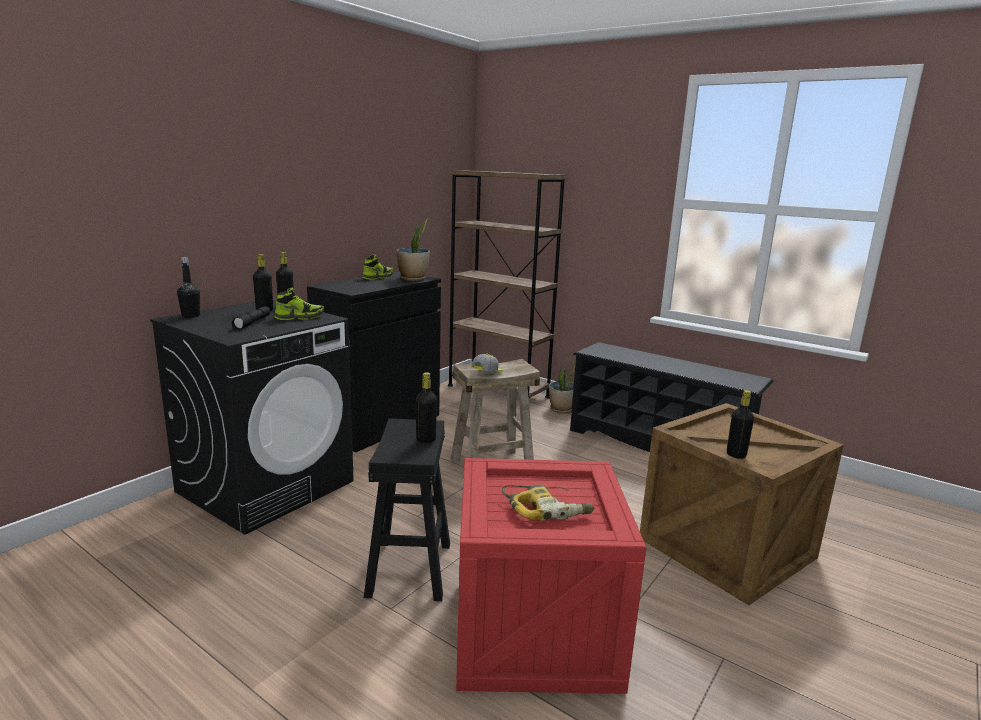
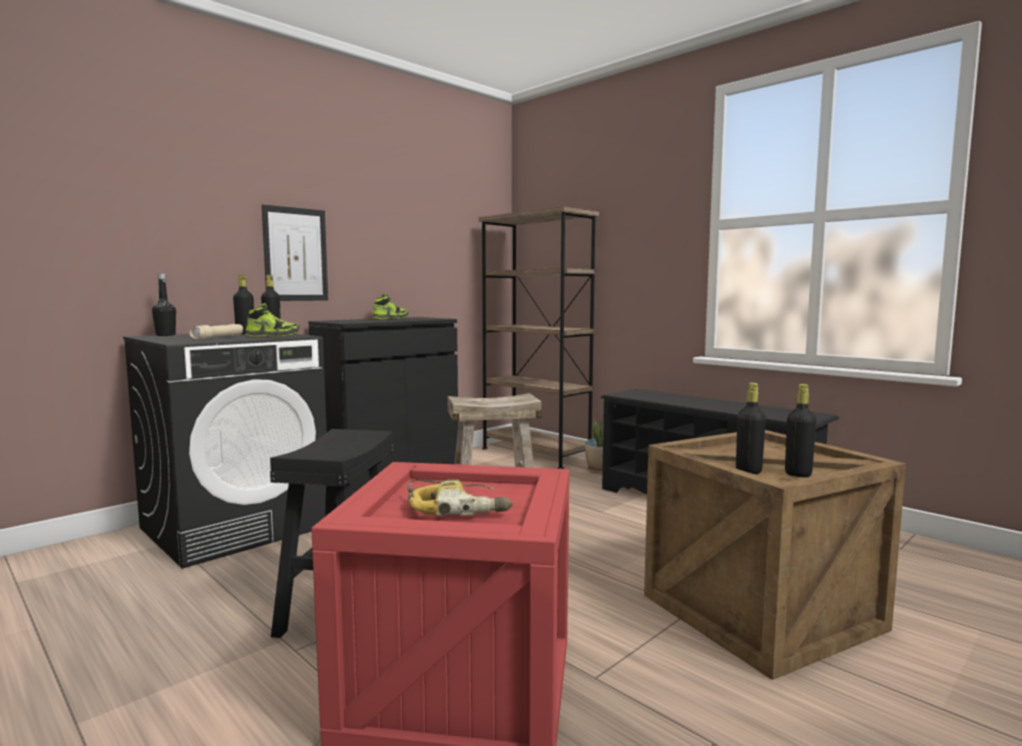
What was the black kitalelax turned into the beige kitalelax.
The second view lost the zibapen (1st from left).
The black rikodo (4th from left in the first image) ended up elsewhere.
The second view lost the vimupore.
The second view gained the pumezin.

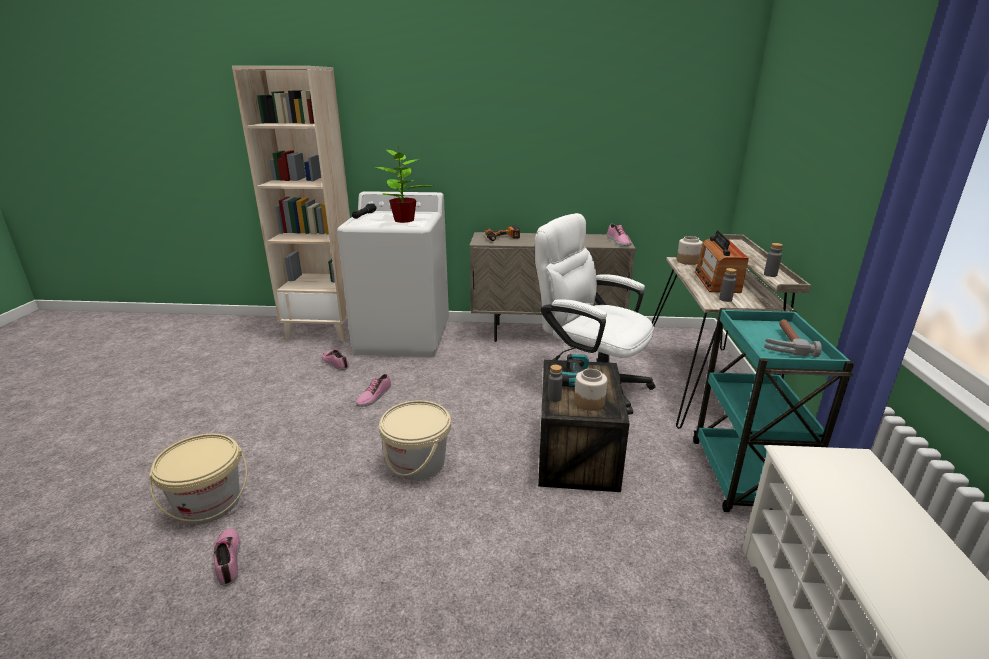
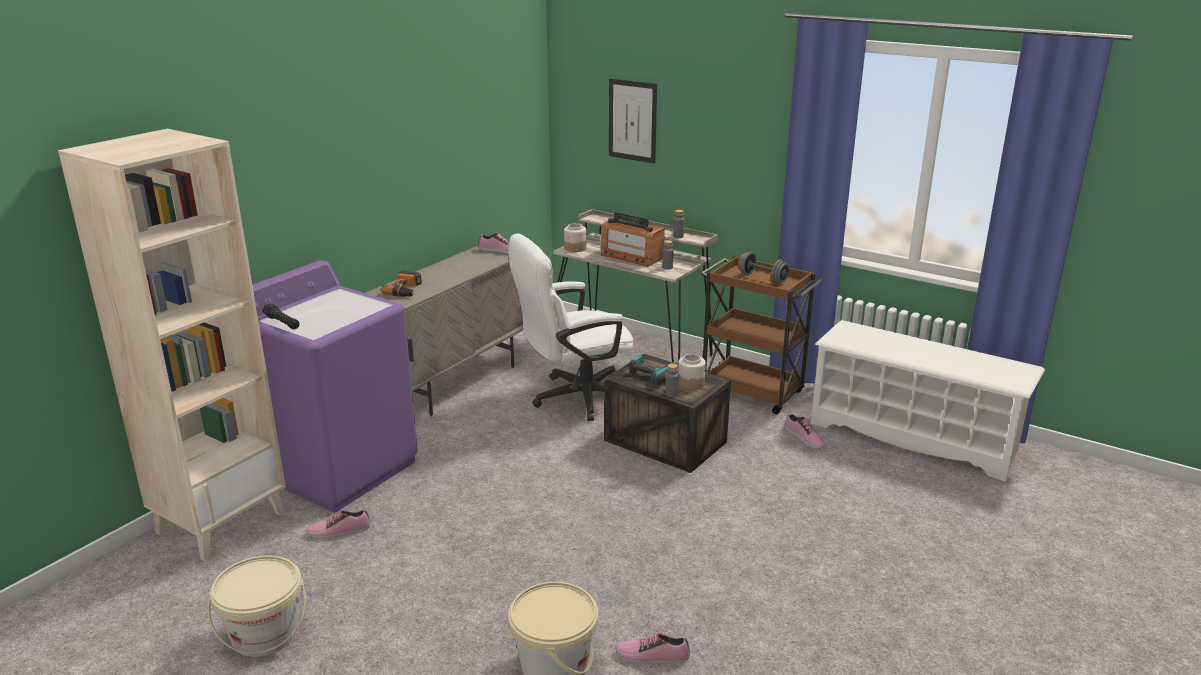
What was the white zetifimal turned into the purple zetifimal.
The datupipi (3rd from left in the first image) ended up elsewhere.
The second view lost the zibapen.
The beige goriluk (2nd from left in the first image) ended up elsewhere.
What was the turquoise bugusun turned into the brown bugusun.
Where the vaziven stood, the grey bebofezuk came to stand.
The second view gained the pumezin.

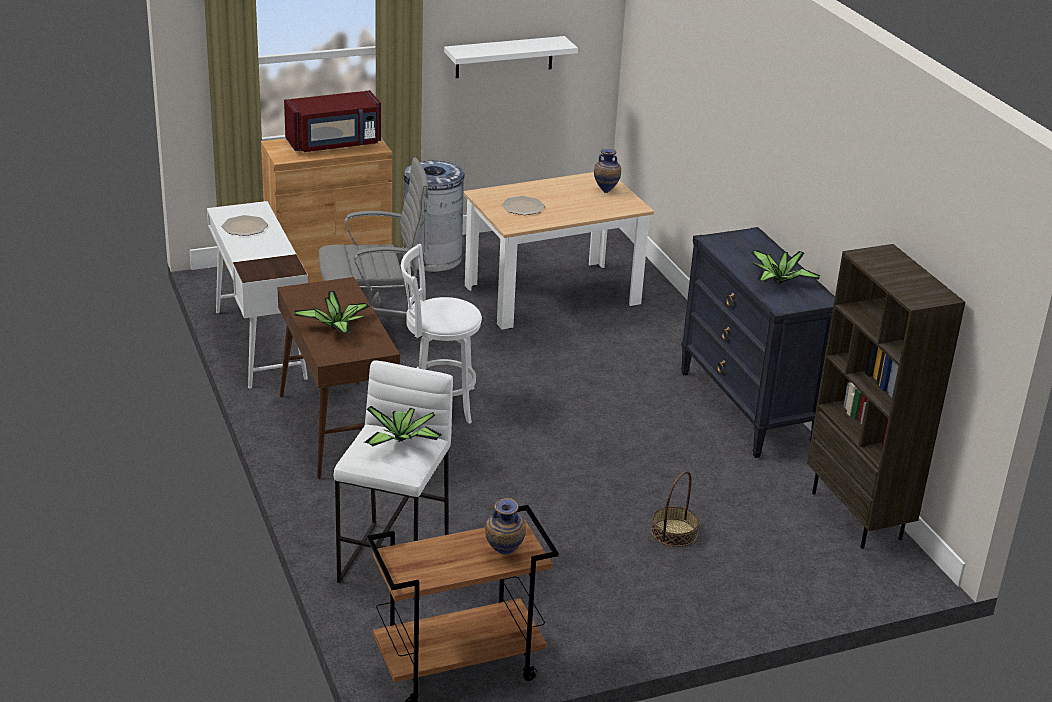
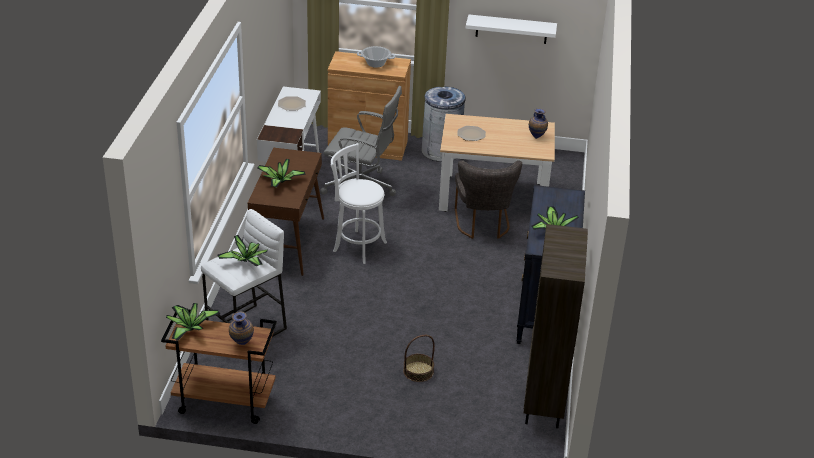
Where the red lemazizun stood, the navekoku came to stand.
The second view gained the zibapen (1st from left).
The second view gained the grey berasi.

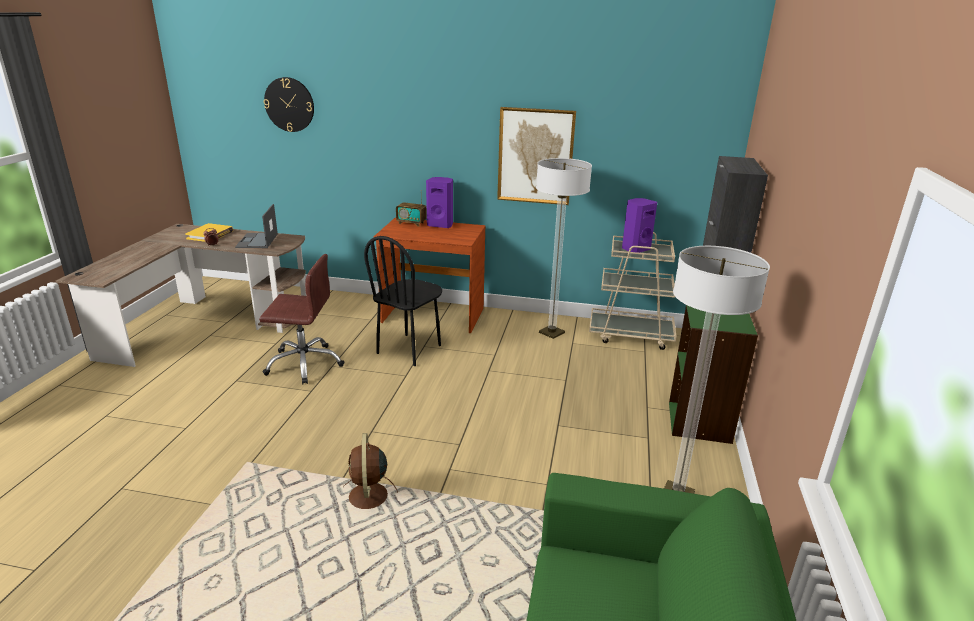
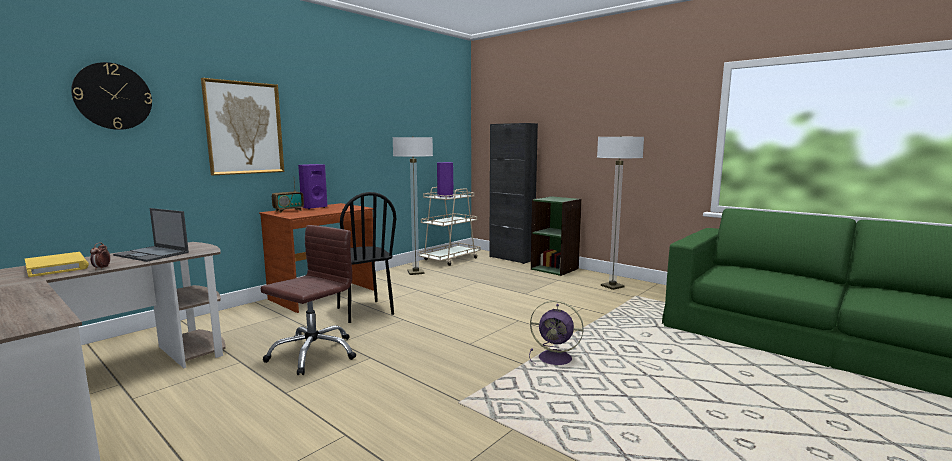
What was the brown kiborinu turned into the purple kiborinu.
The pumezin ended up elsewhere.

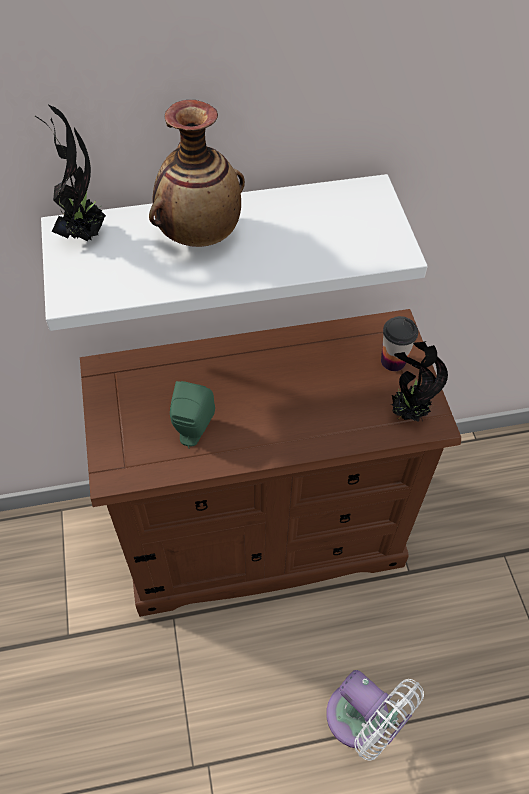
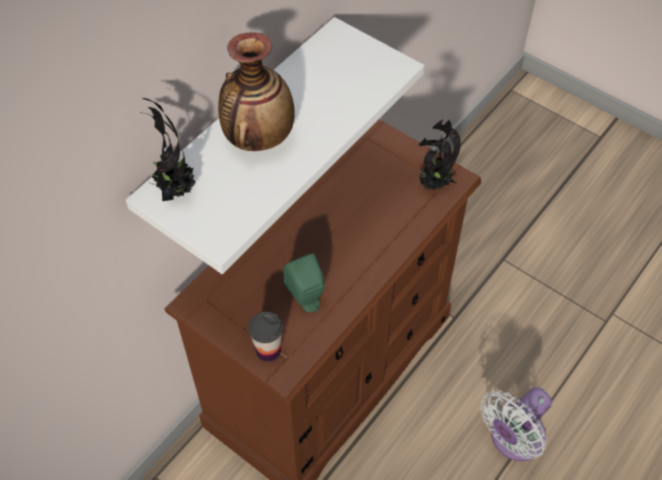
The white kiborinu ended up facing another way, 135 degrees clockwise from before.
The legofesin ended up elsewhere.

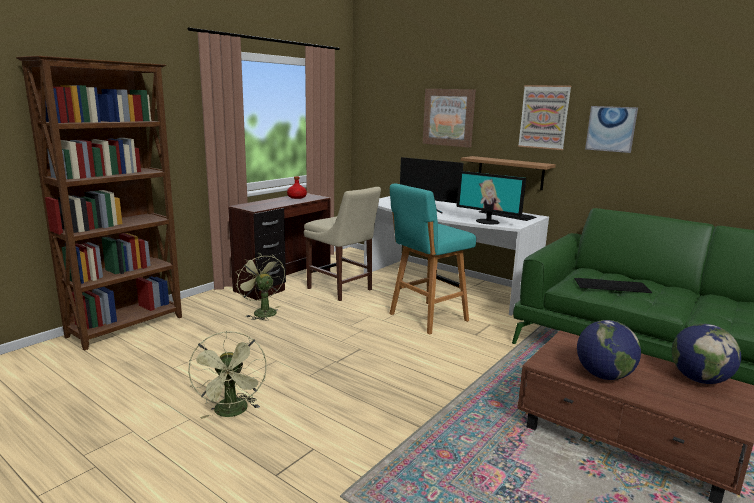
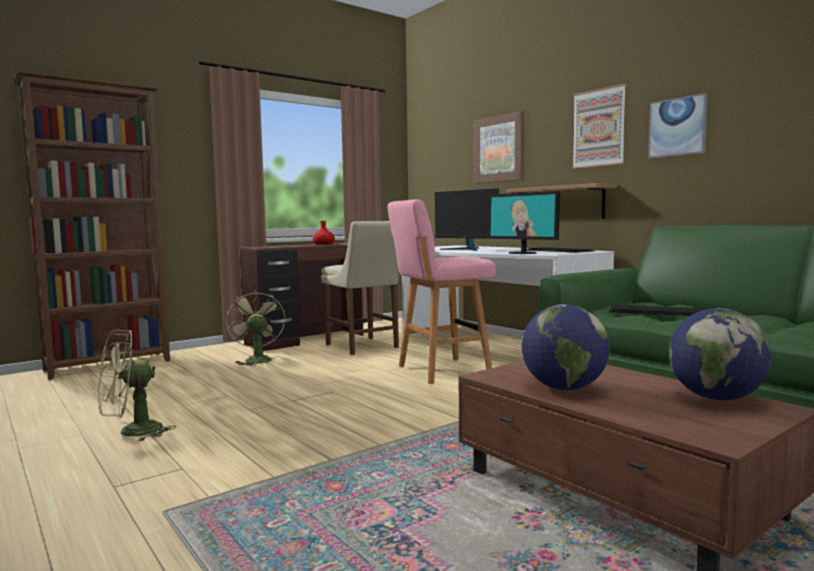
The green kiborinu (1st from left) ended up facing another way, 60 degrees clockwise from before.
What was the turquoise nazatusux turned into the pink nazatusux.

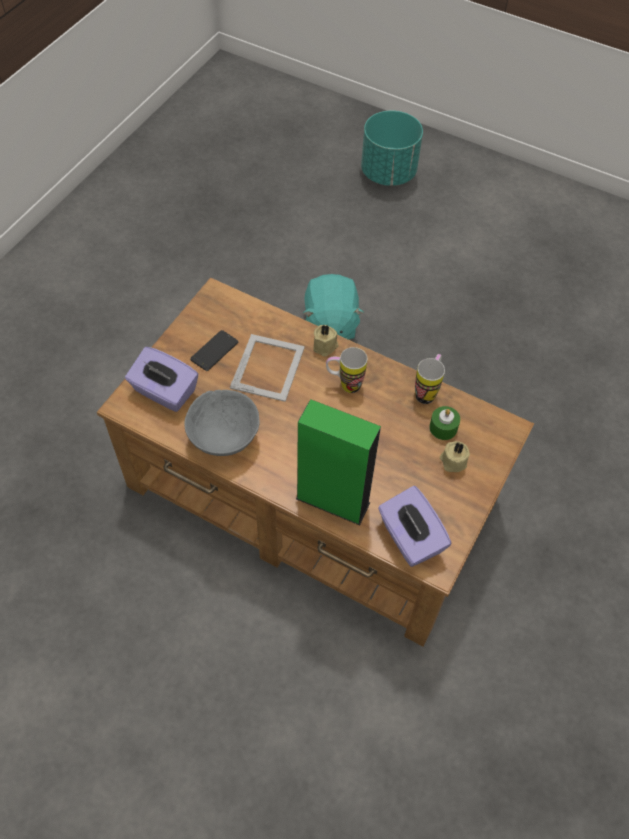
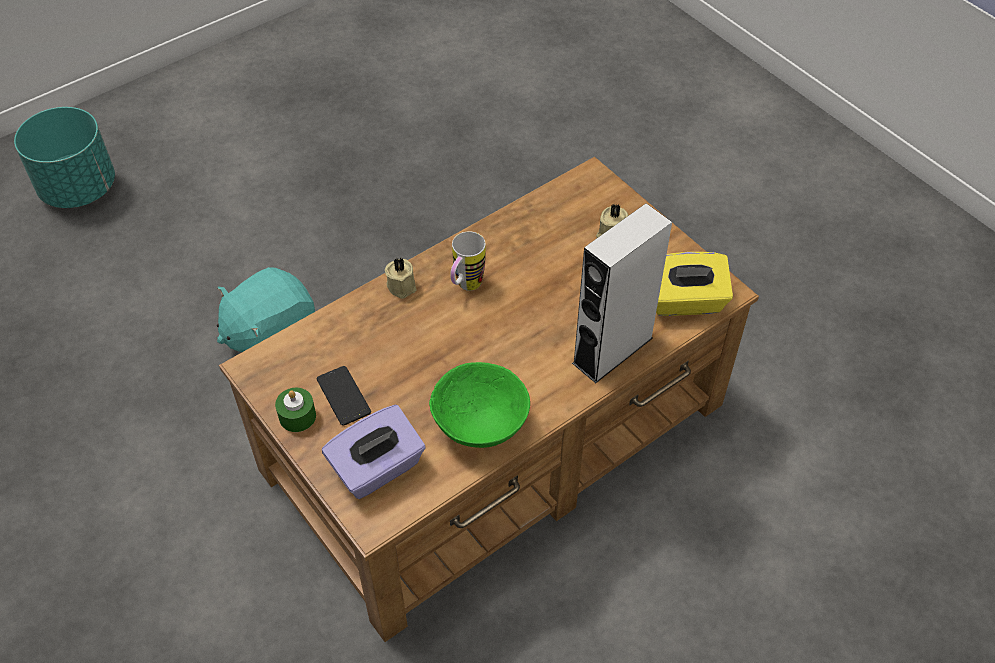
What was the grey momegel turned into the green momegel.
The second view lost the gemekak.
What was the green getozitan turned into the grey getozitan.
The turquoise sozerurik ended up facing another way, 120 degrees clockwise from before.
What was the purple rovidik (2nd from left) turned into the yellow rovidik.
The second view lost the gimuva (2nd from left).
The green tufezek ended up elsewhere.

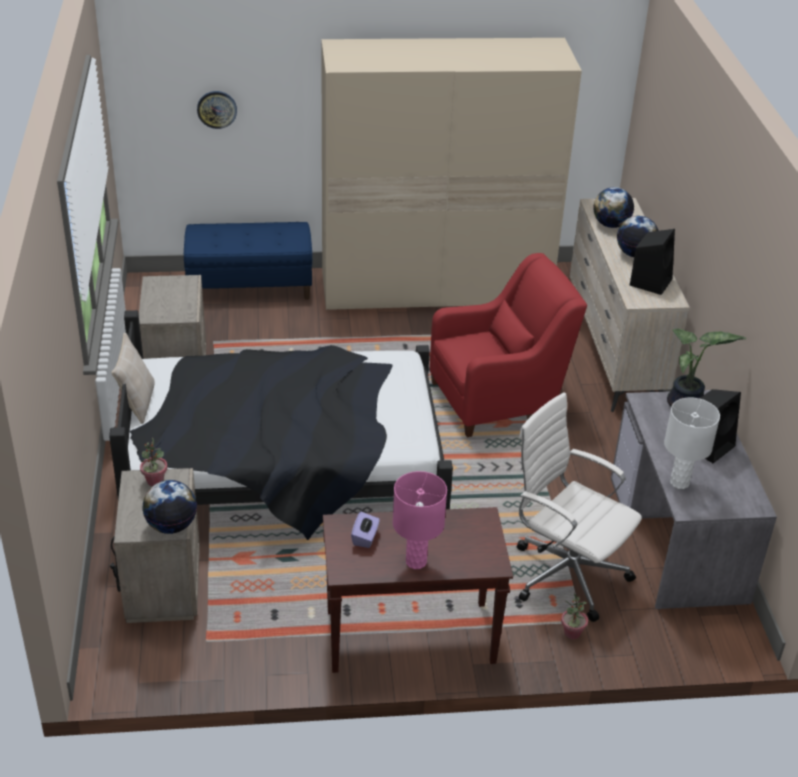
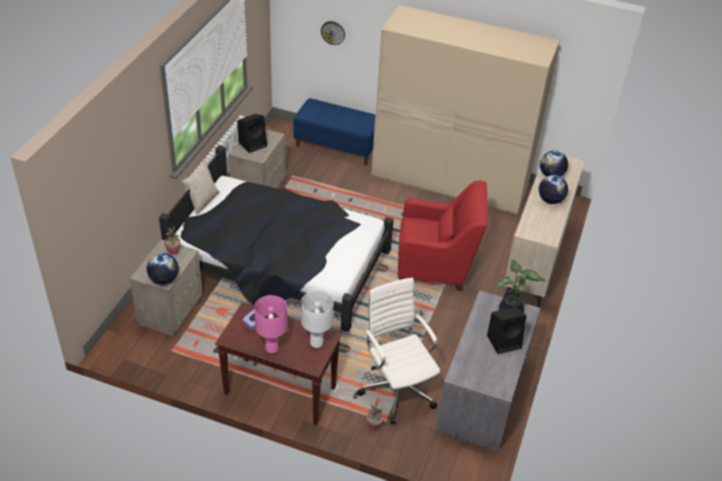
The black getozitan (1st from left) ended up elsewhere.
The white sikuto ended up elsewhere.

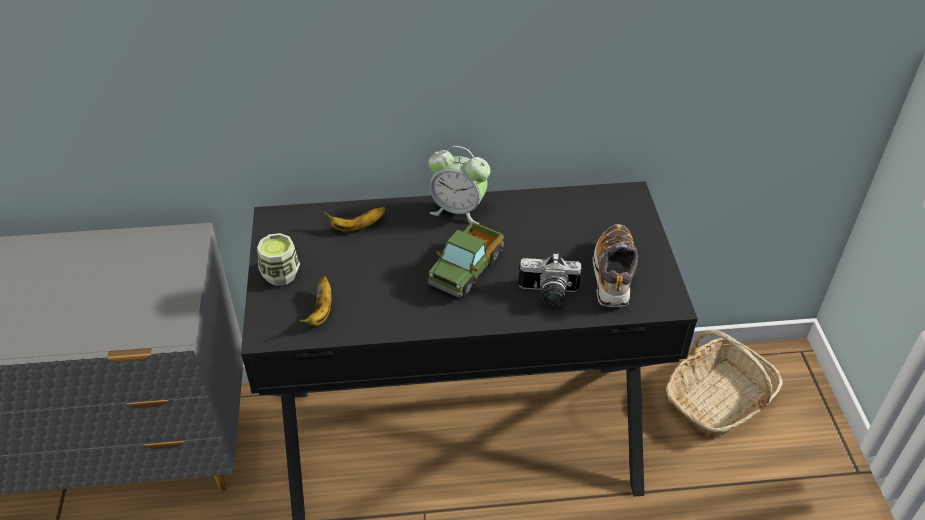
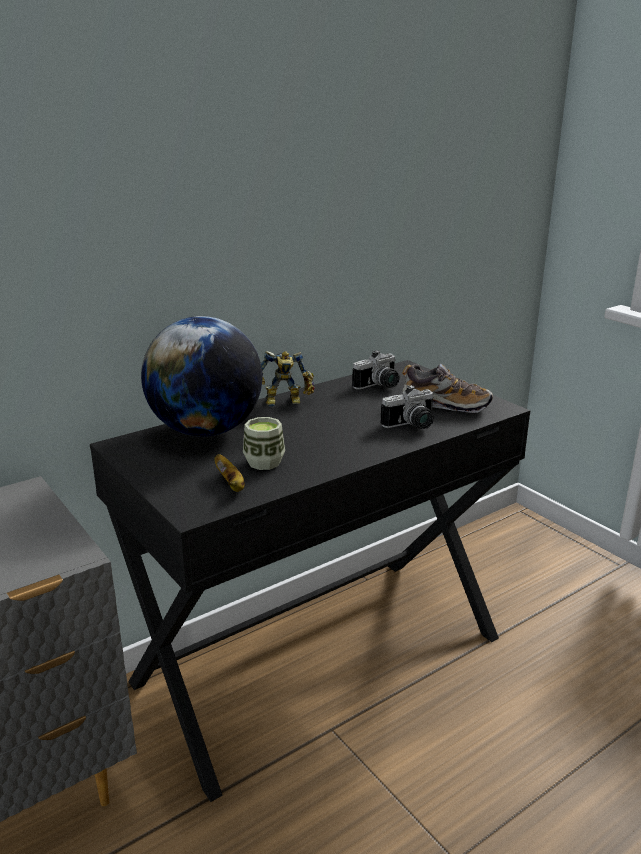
The legofesin ended up elsewhere.
Where the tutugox (2nd from left) stood, the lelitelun came to stand.
Where the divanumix stood, the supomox came to stand.
The second view lost the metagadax.
The datupipi ended up facing another way, 135 degrees clockwise from before.
The second view lost the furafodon.
The second view gained the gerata (1st from left).

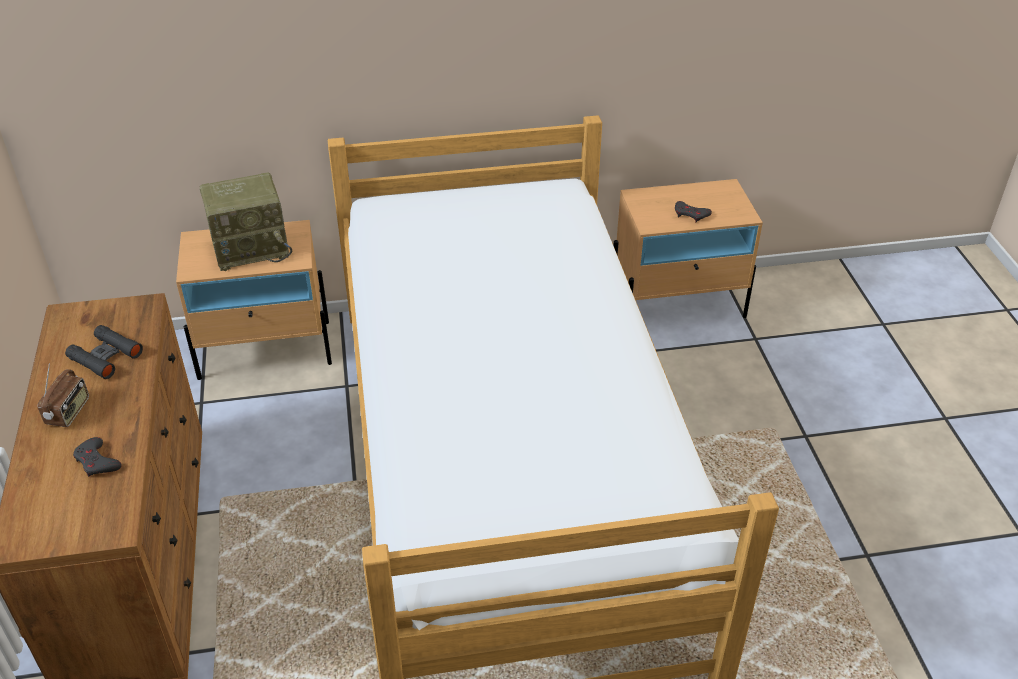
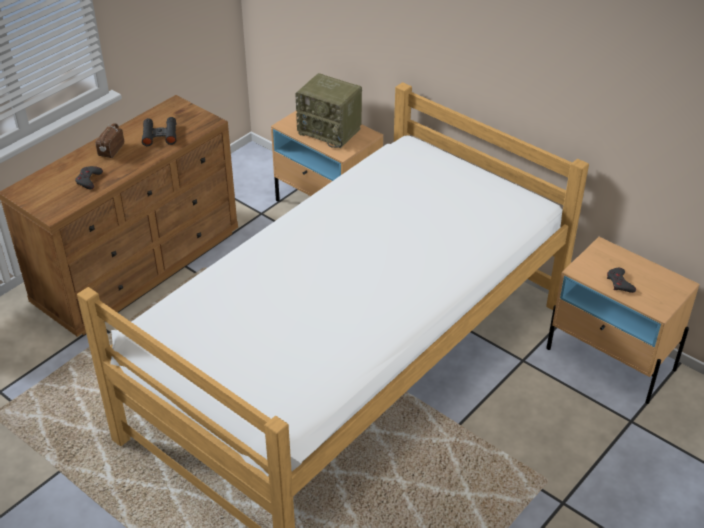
The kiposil (1st from left) ended up facing another way, 135 degrees clockwise from before.

